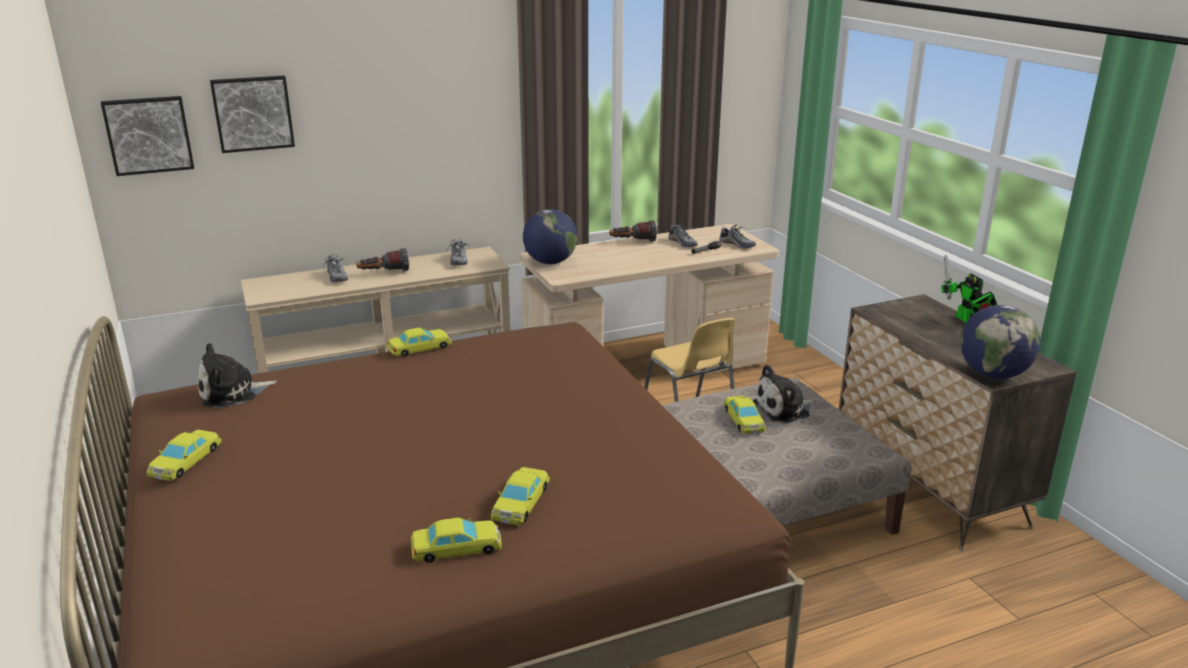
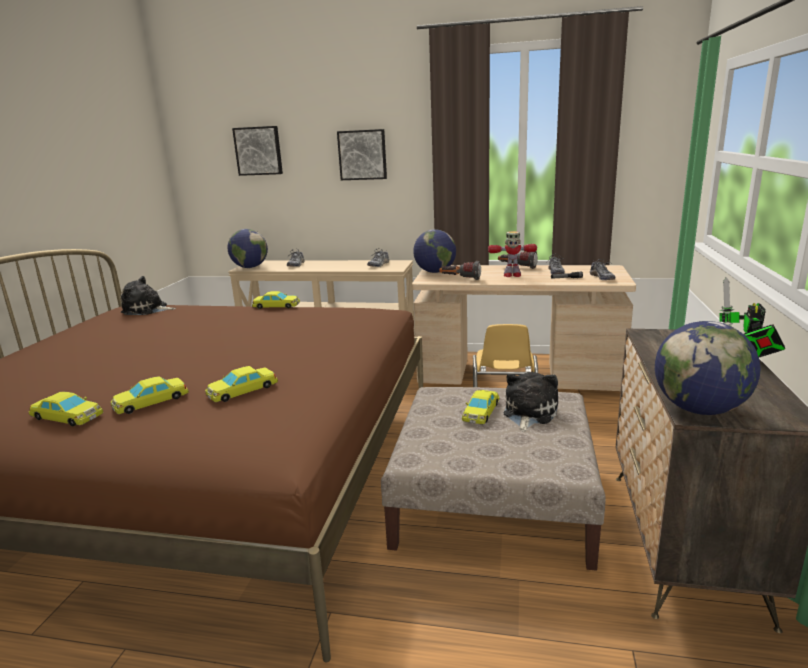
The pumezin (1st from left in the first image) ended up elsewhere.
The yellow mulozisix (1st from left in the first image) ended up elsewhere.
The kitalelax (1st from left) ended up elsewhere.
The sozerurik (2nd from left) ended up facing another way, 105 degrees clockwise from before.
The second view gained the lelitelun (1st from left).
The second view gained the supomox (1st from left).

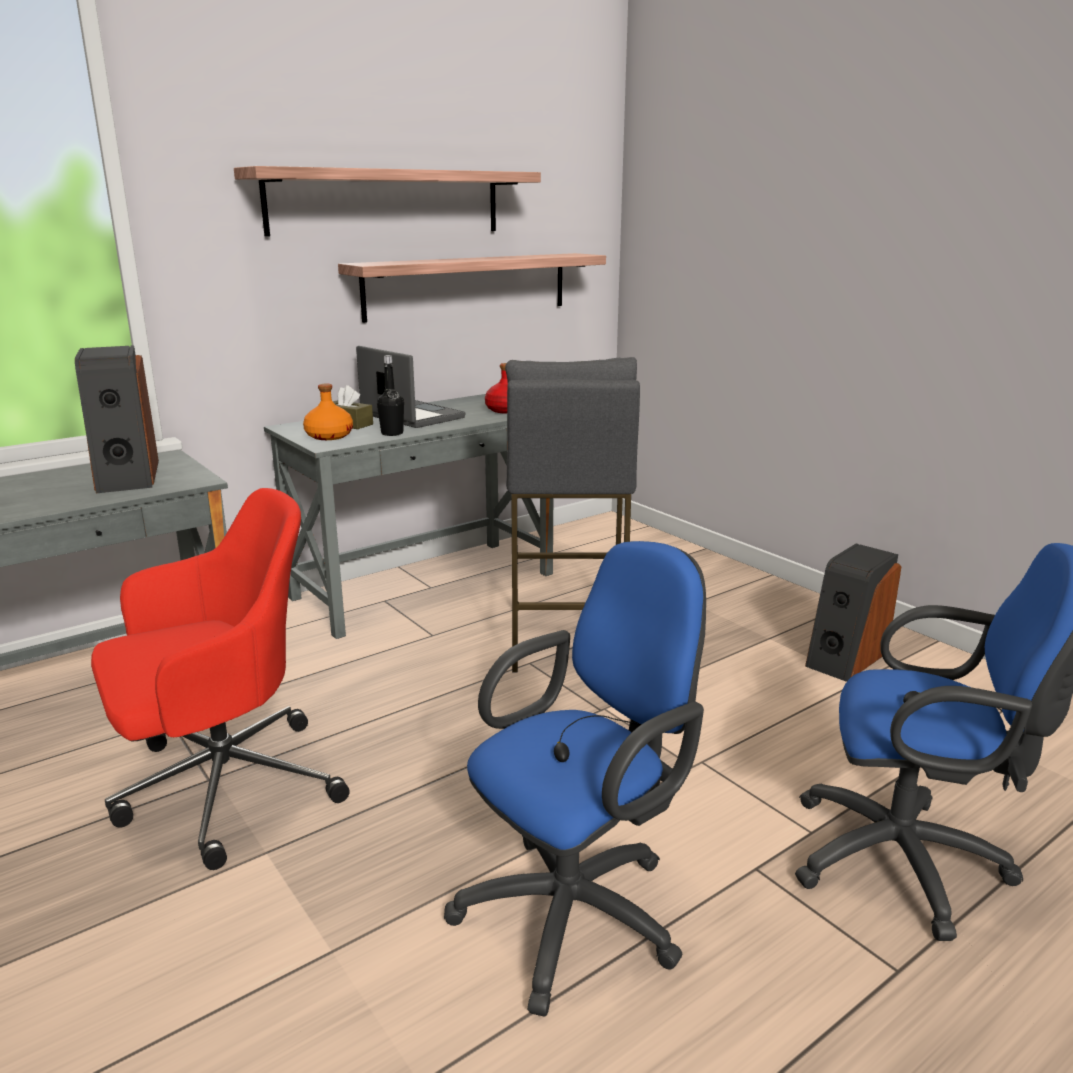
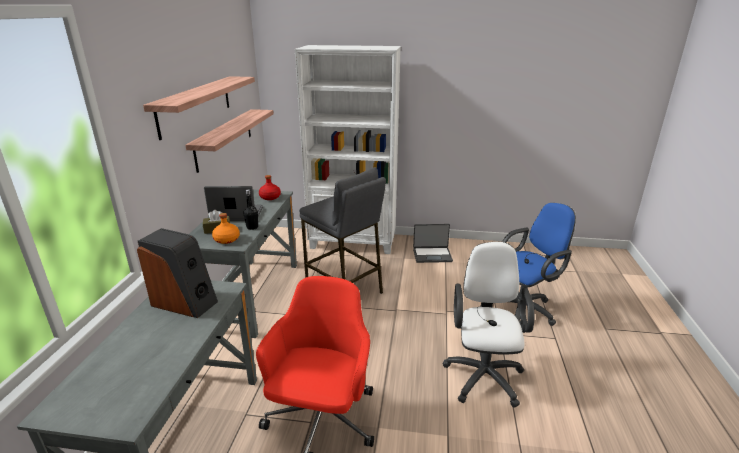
What was the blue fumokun (1st from left) turned into the white fumokun.
Where the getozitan (2nd from left) stood, the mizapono (2nd from left) came to stand.
The second view gained the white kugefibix.

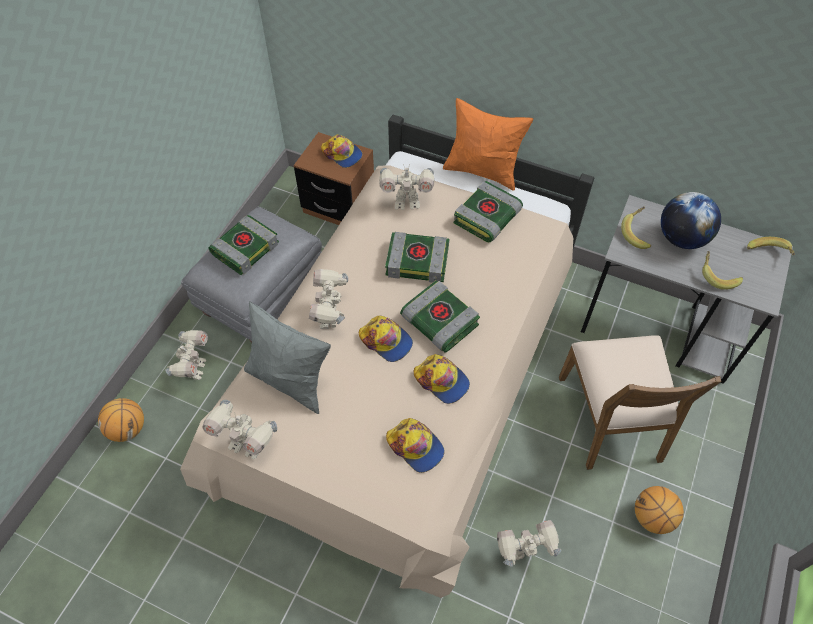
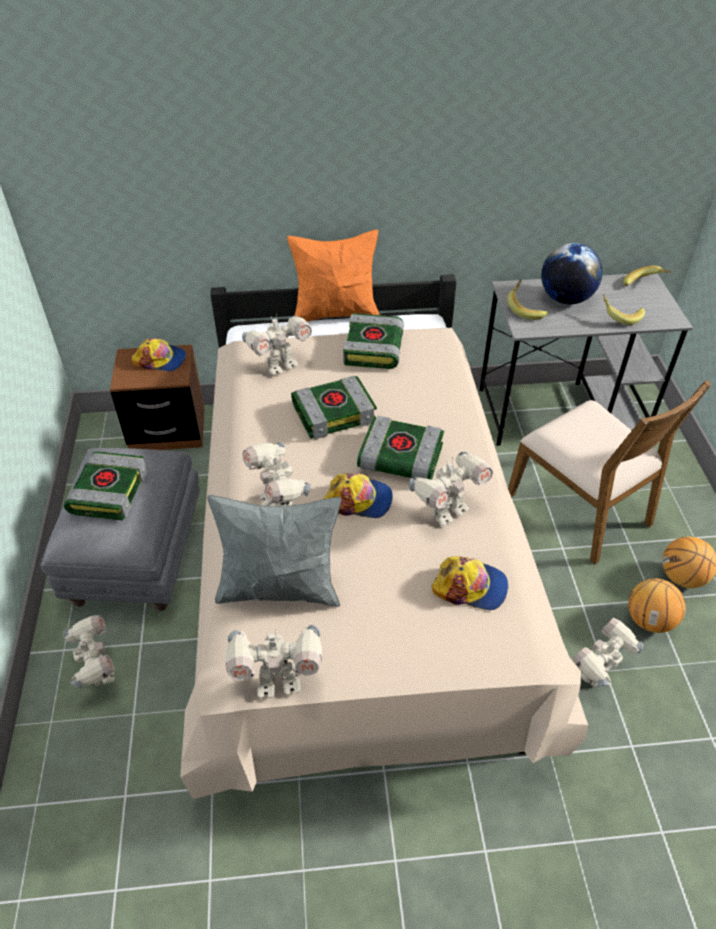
The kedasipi (1st from left) ended up elsewhere.
Where the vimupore (4th from left) stood, the supomox (5th from left) came to stand.

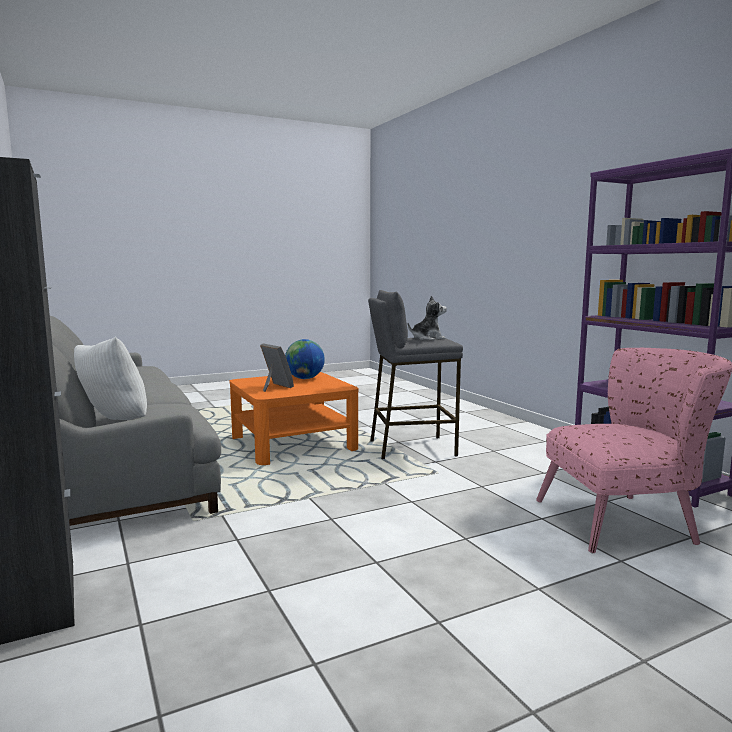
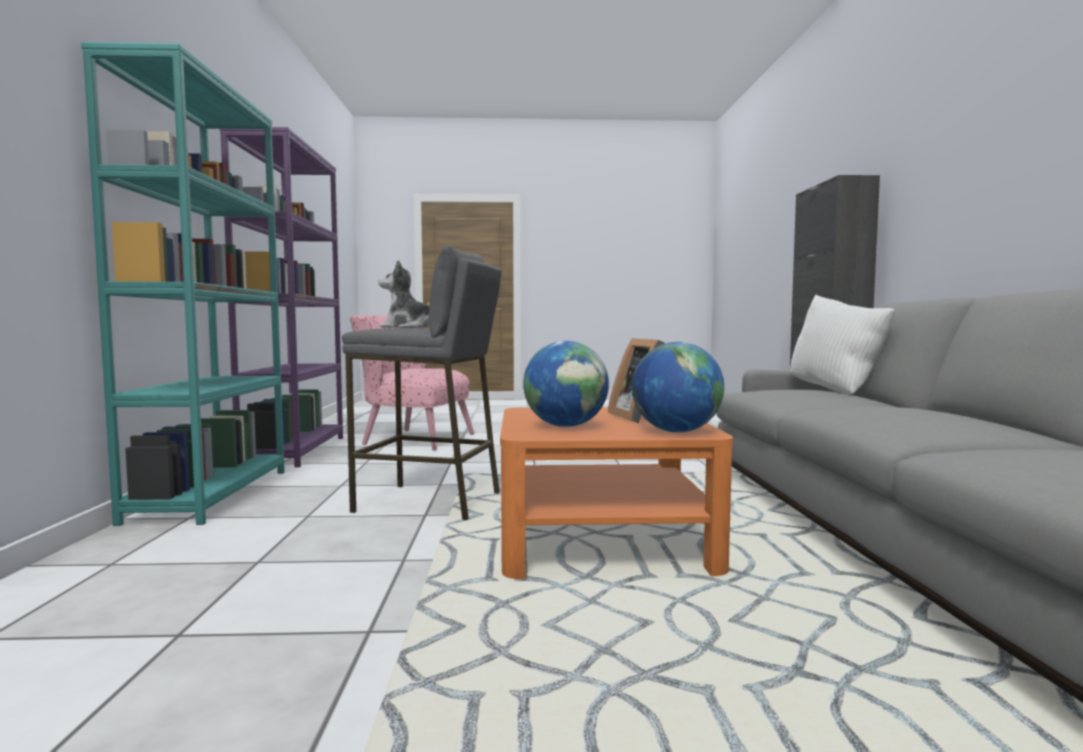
The second view gained the turquoise kugefibix.
The second view gained the lelitelun (2nd from left).

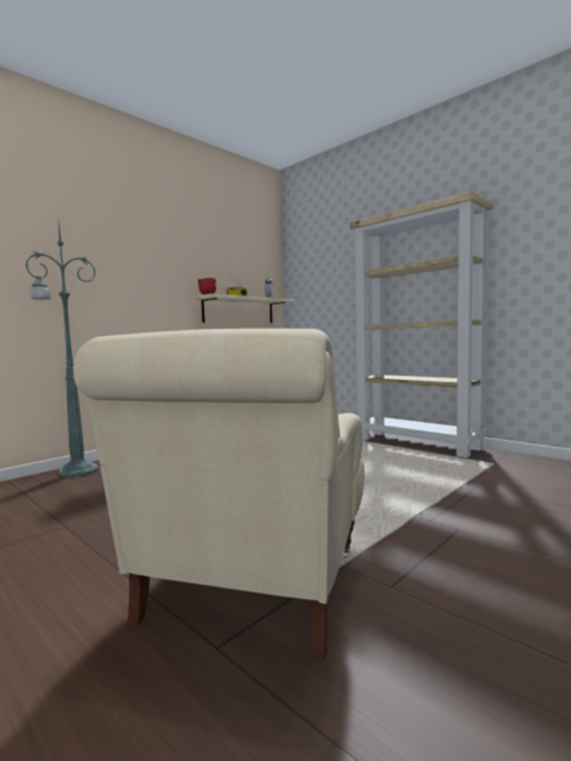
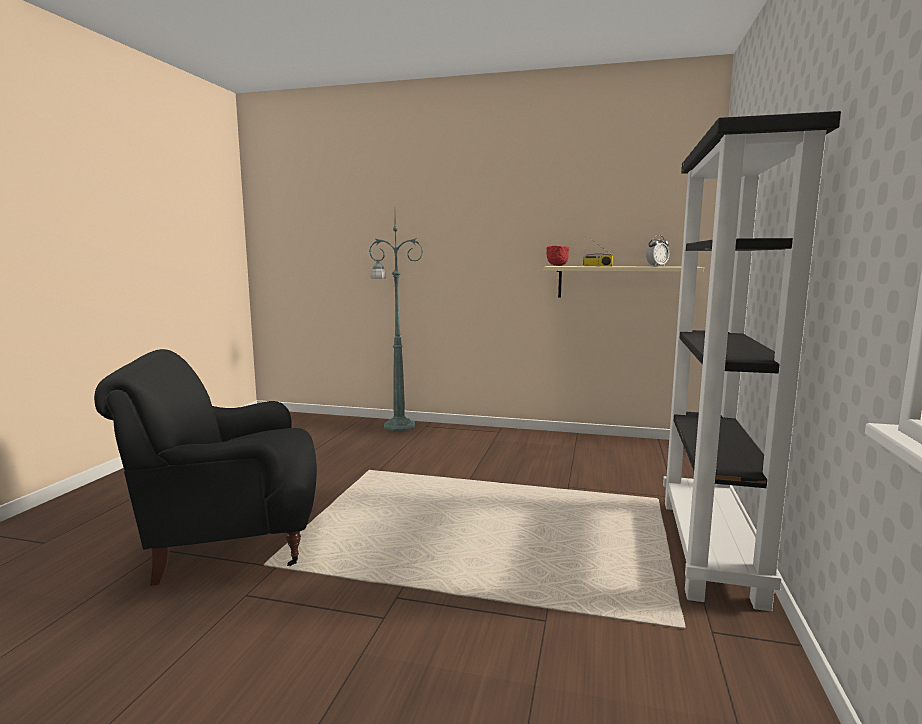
What was the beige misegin turned into the black misegin.
What was the beige kugefibix turned into the black kugefibix.

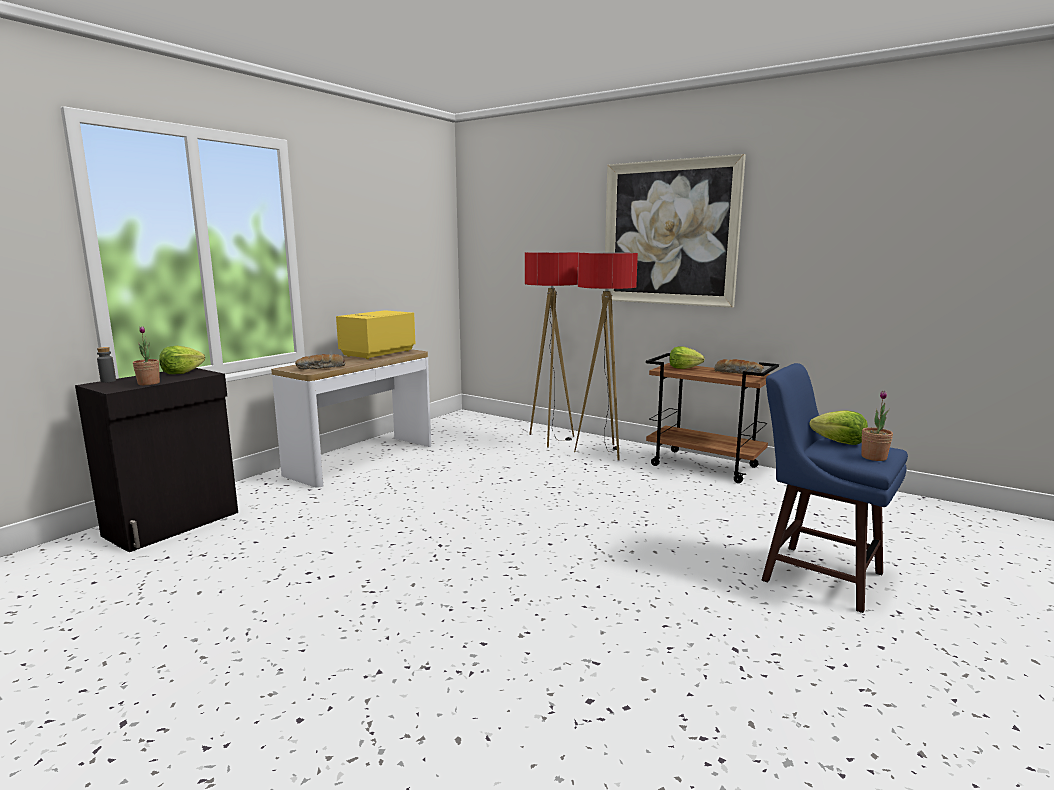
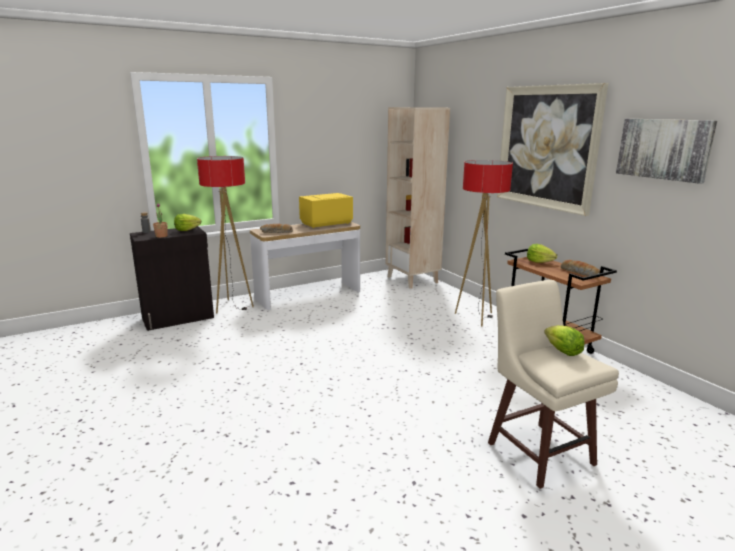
The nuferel (1st from left) ended up elsewhere.
What was the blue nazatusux turned into the beige nazatusux.
The second view lost the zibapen (2nd from left).
The second view gained the beige kugefibix.
The second view gained the pumezin (2nd from left).

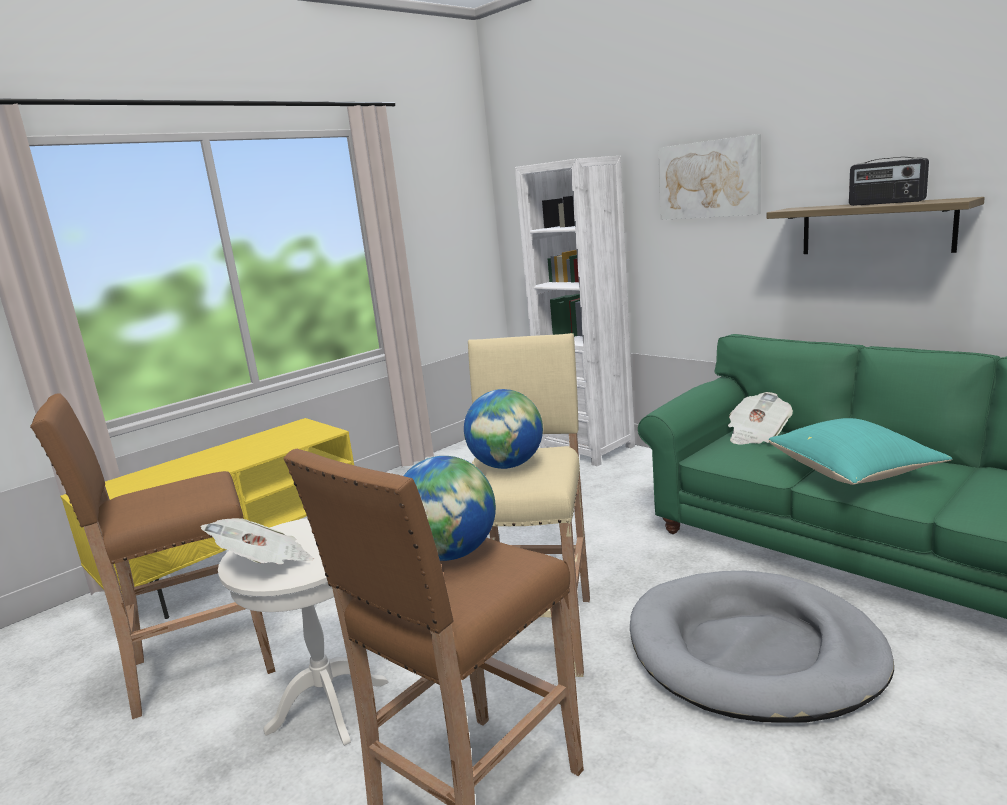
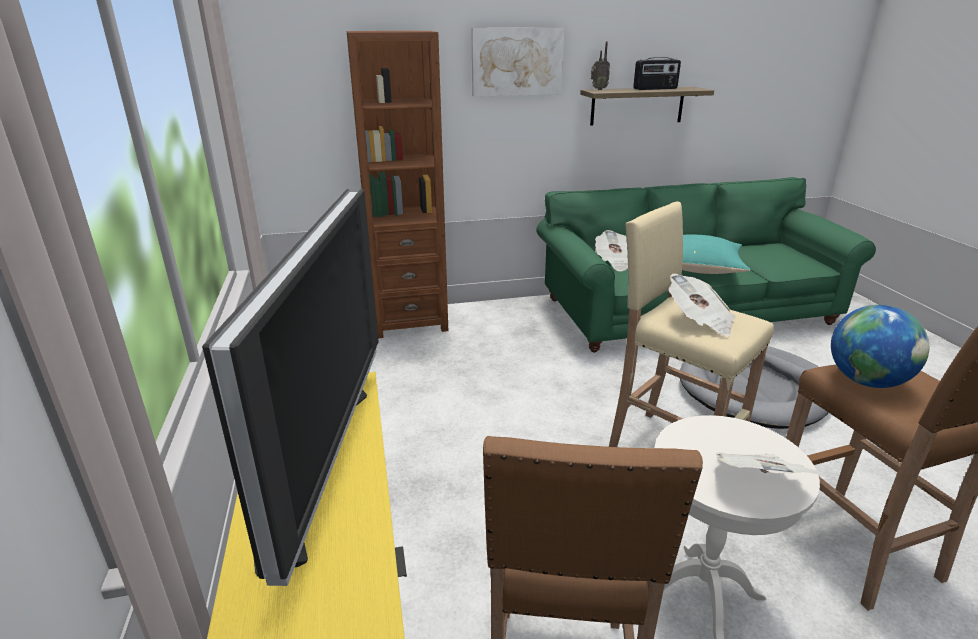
Where the lelitelun (2nd from left) stood, the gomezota (2nd from left) came to stand.
What was the white kugefibix turned into the brown kugefibix.
The second view gained the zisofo.
The second view gained the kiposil (1st from left).

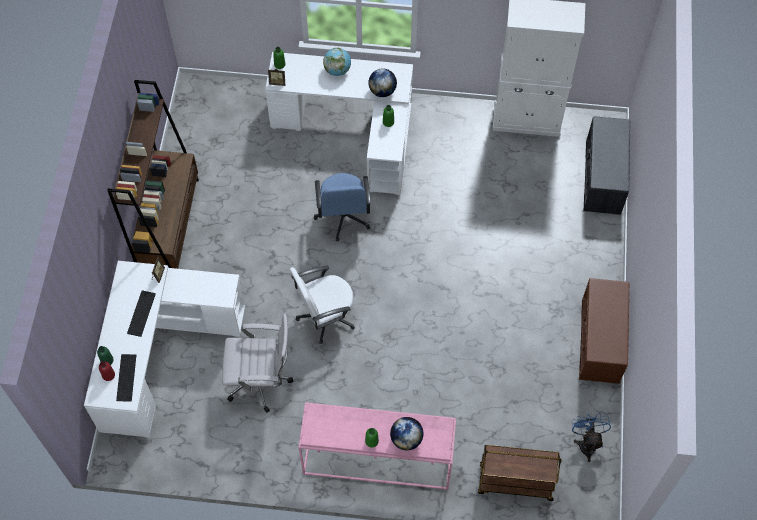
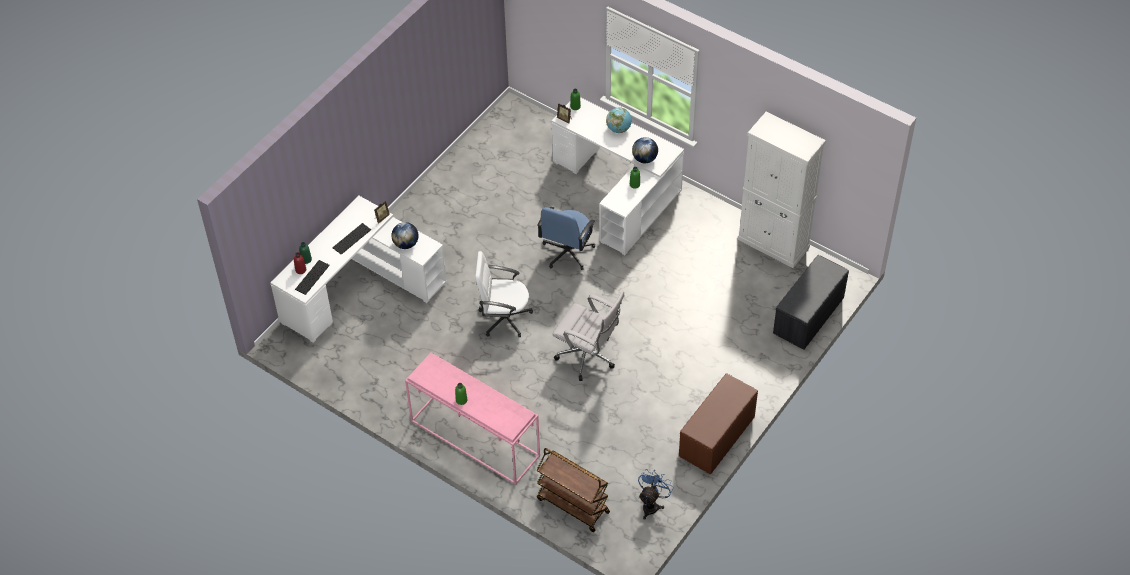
The second view lost the brown kugefibix.
The white fumokun (1st from left in the first image) ended up elsewhere.
The lelitelun (3rd from left in the first image) ended up elsewhere.

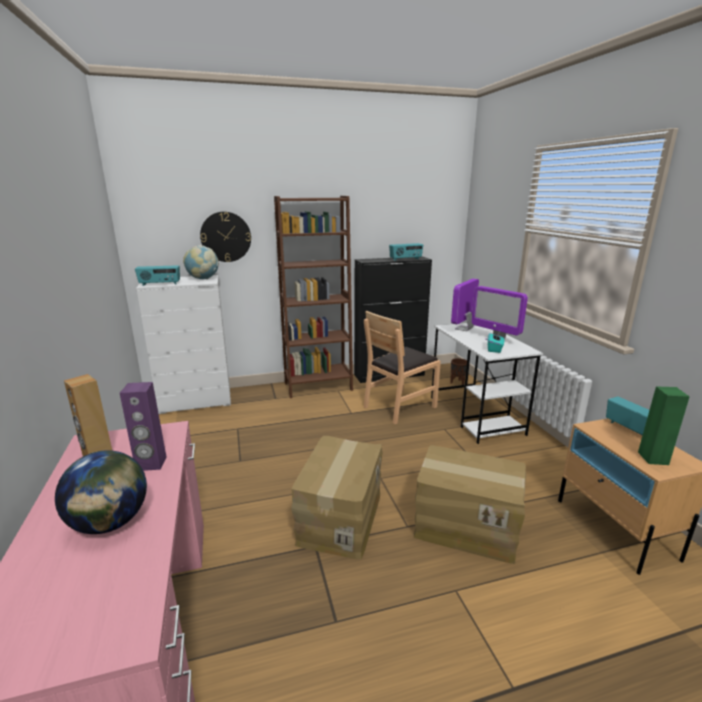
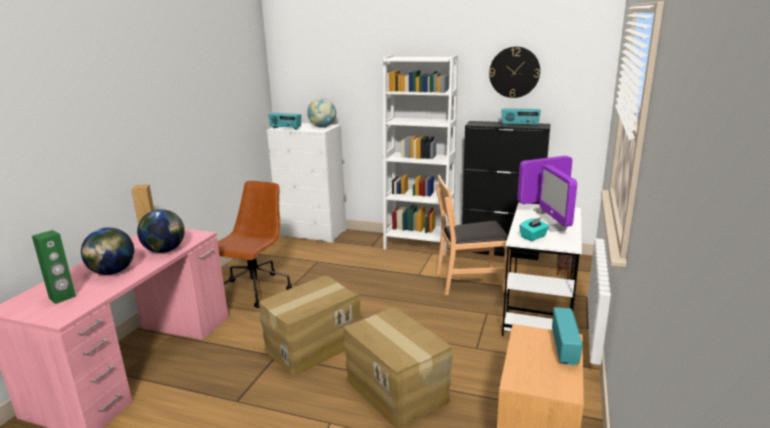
Where the purple getozitan stood, the lelitelun (2nd from left) came to stand.
The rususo ended up elsewhere.
What was the brown kugefibix turned into the white kugefibix.
The green getozitan ended up elsewhere.
The second view gained the brown fumokun.

